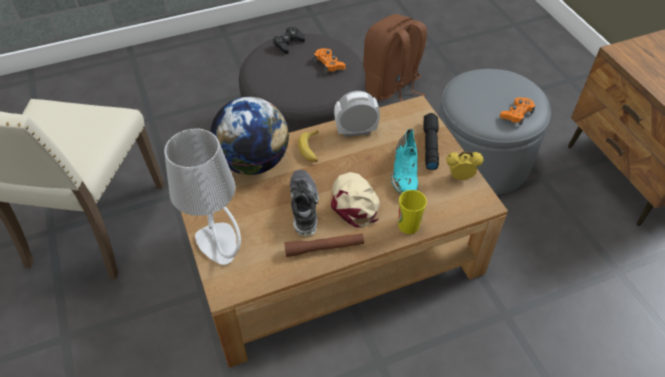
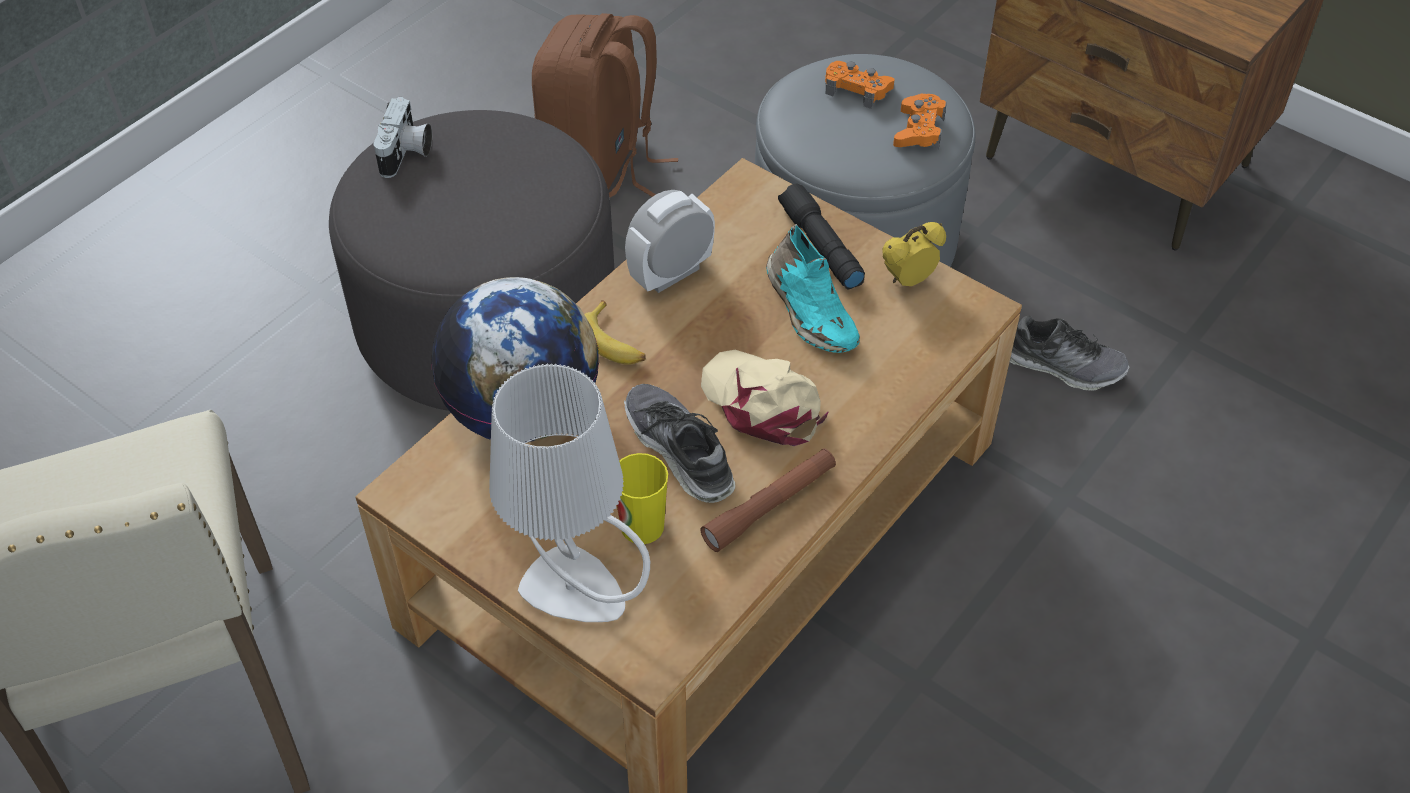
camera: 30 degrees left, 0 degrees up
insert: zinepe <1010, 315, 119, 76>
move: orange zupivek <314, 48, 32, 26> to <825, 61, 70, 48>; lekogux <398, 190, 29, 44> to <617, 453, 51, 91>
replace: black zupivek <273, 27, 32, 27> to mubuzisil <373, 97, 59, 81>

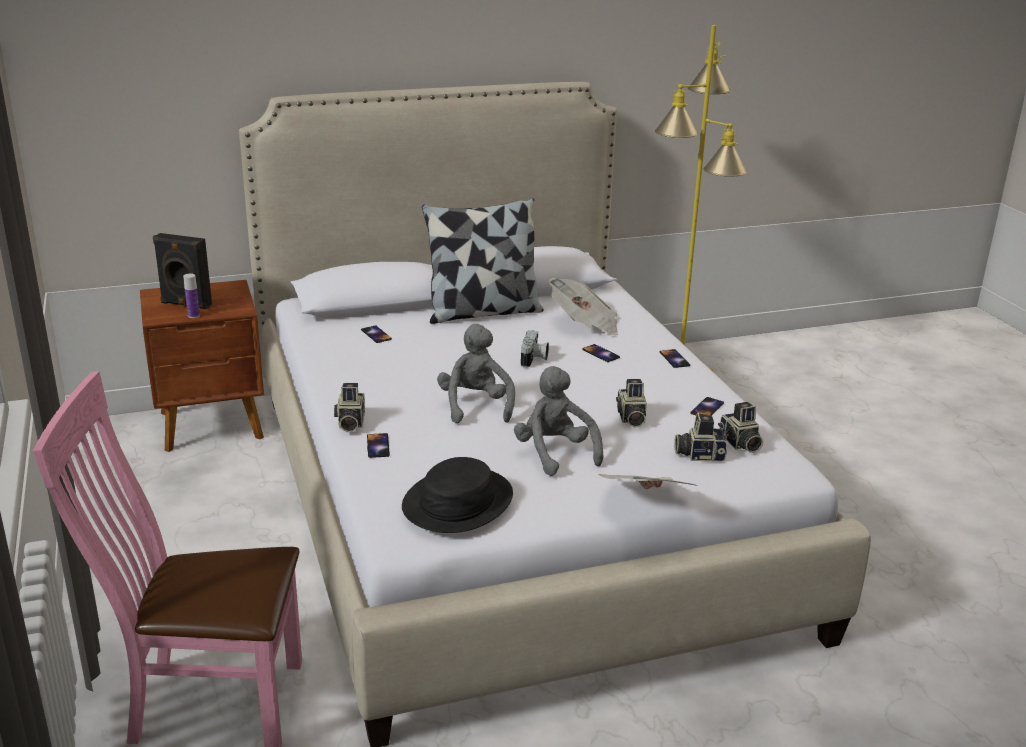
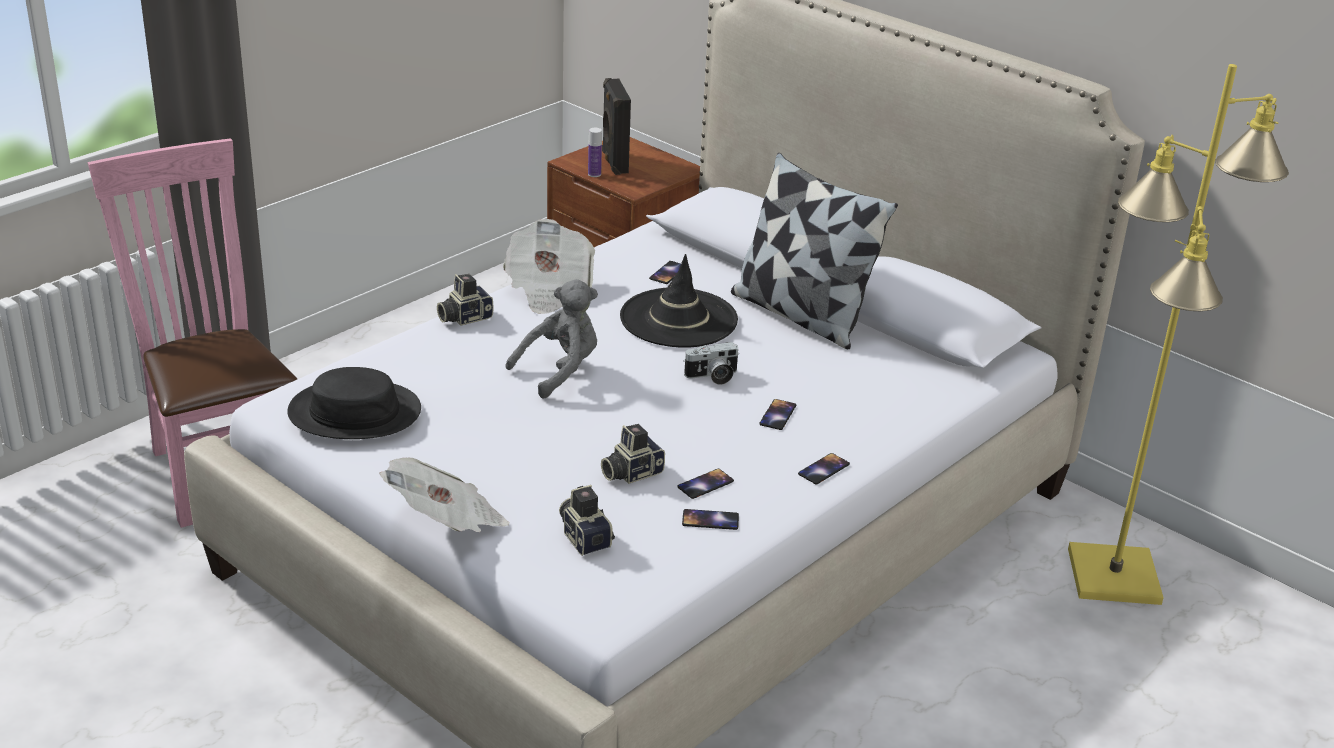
camera: 60 degrees right, 5 degrees up
delete: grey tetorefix <514, 366, 89, 110>; mubuzisil <718, 402, 45, 51>
insert: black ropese <620, 254, 118, 94>
move: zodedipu <367, 433, 23, 25> to <677, 469, 57, 30>; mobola <549, 278, 69, 57> to <503, 219, 92, 95>

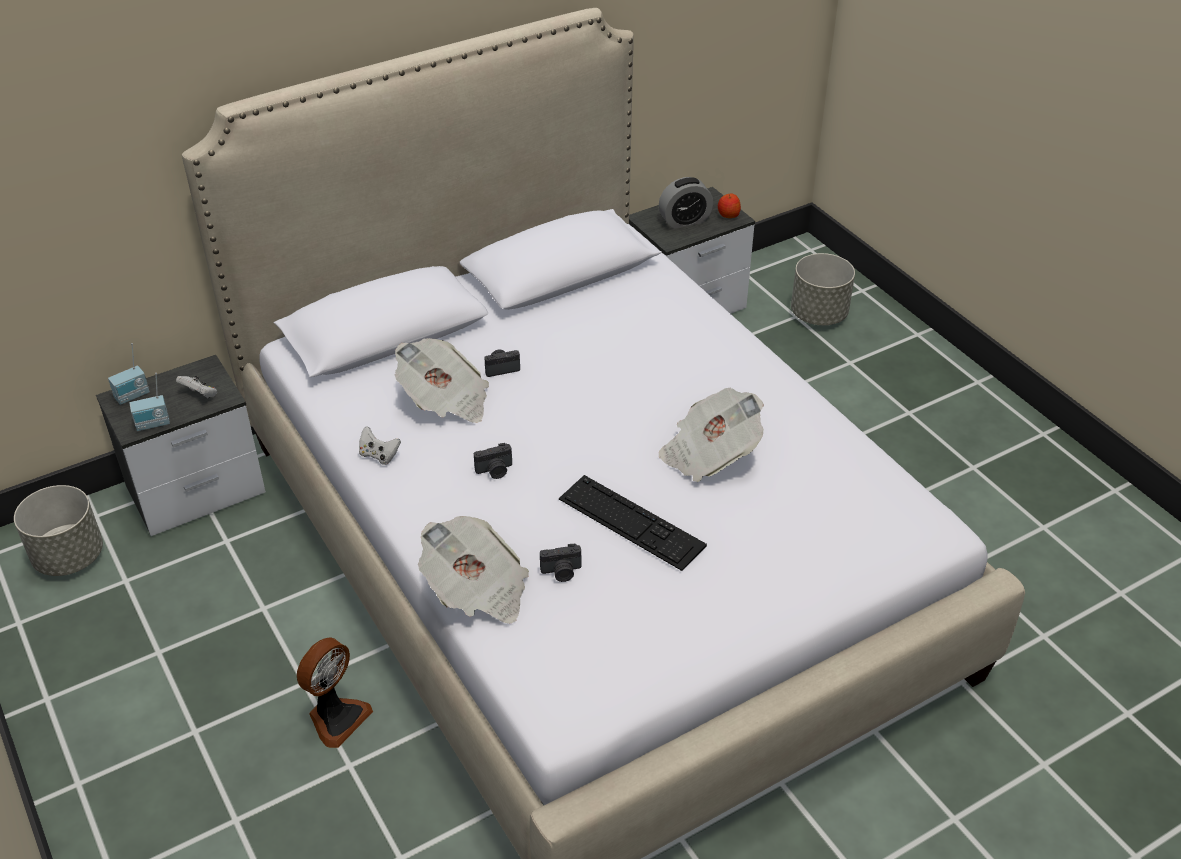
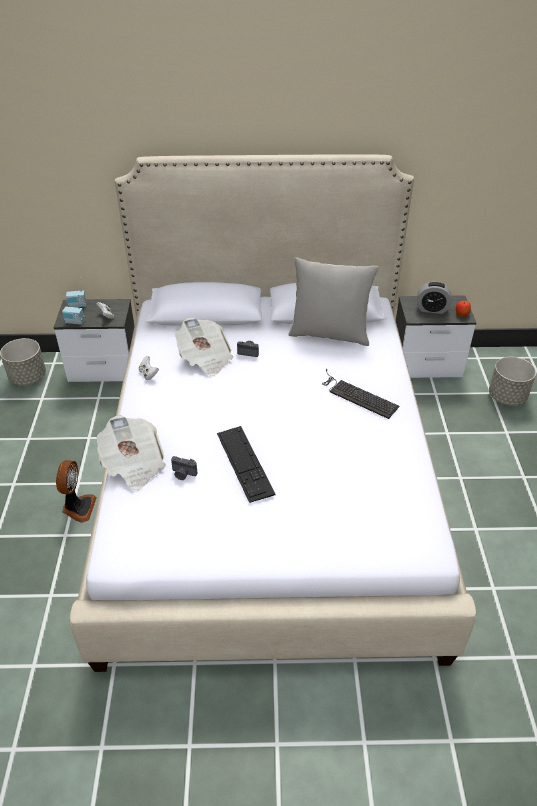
camera: 30 degrees right, 0 degrees up
delete: mubuzisil <474, 443, 38, 36>; mobola <659, 388, 105, 94>
insert: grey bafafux <288, 257, 91, 89>; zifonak <322, 369, 77, 50>
rotate: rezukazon <297, 638, 76, 110> = <56, 460, 41, 63> 60 degrees counterclockwise

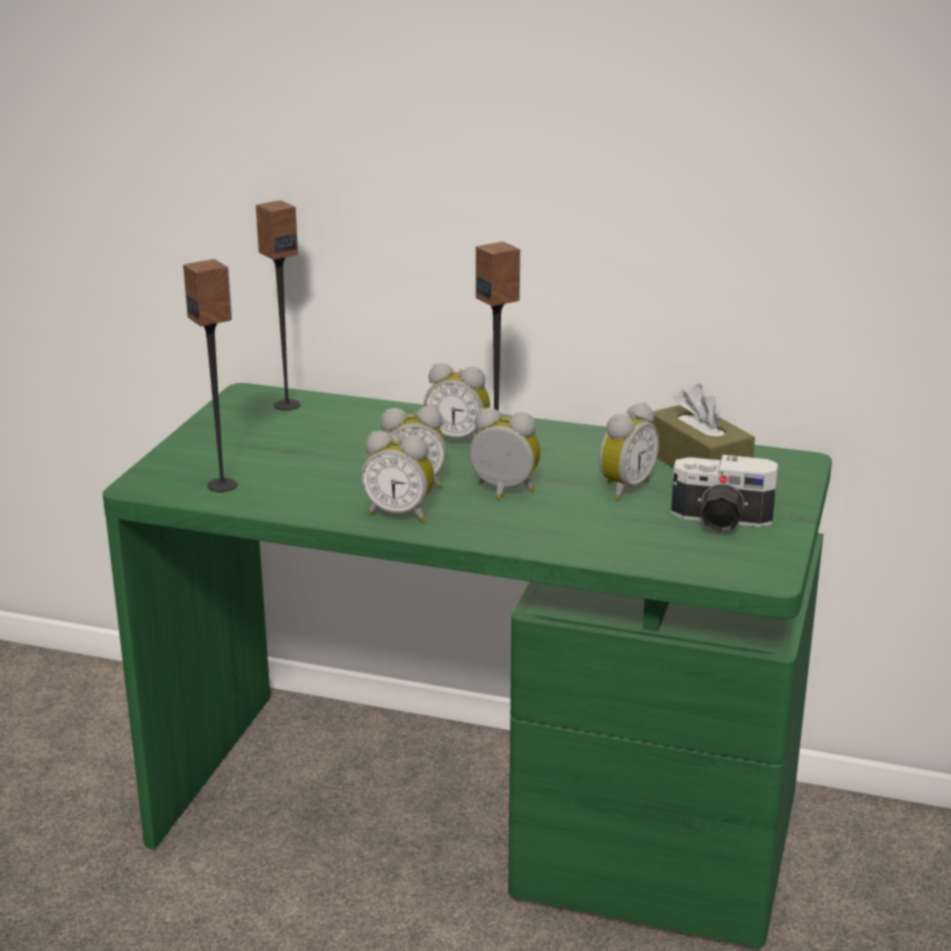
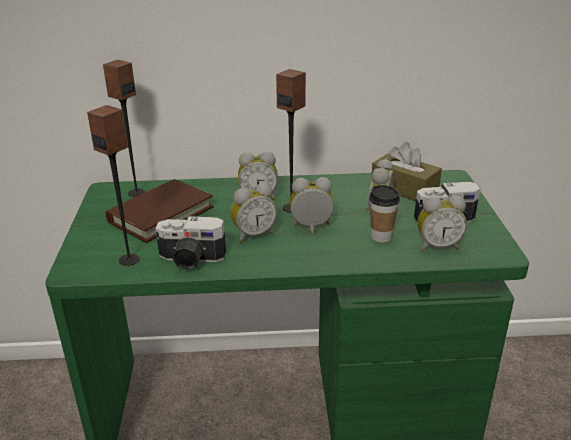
camera: 20 degrees left, 5 degrees up
insert: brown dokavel <106, 179, 108, 64>; mubuzisil <155, 216, 71, 55>; lekogux <369, 185, 31, 58>
move: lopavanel <361, 431, 73, 91> to <418, 195, 49, 56>

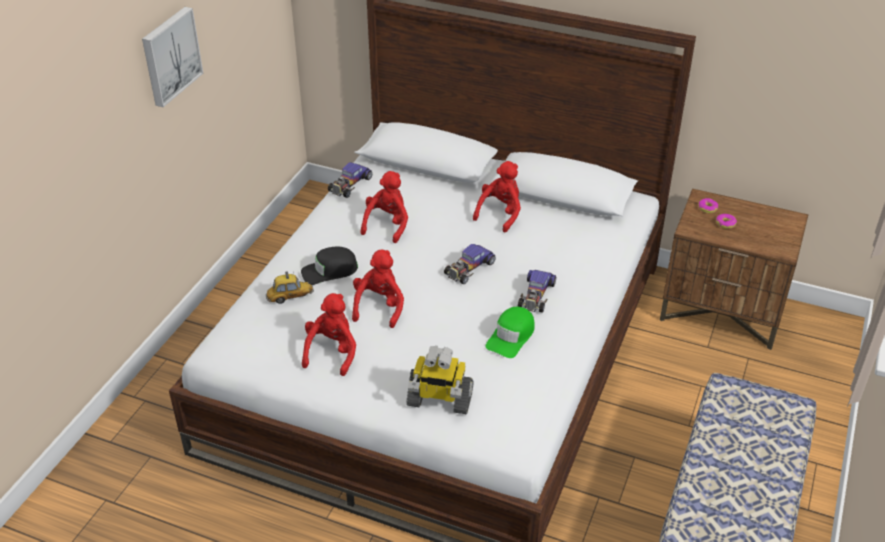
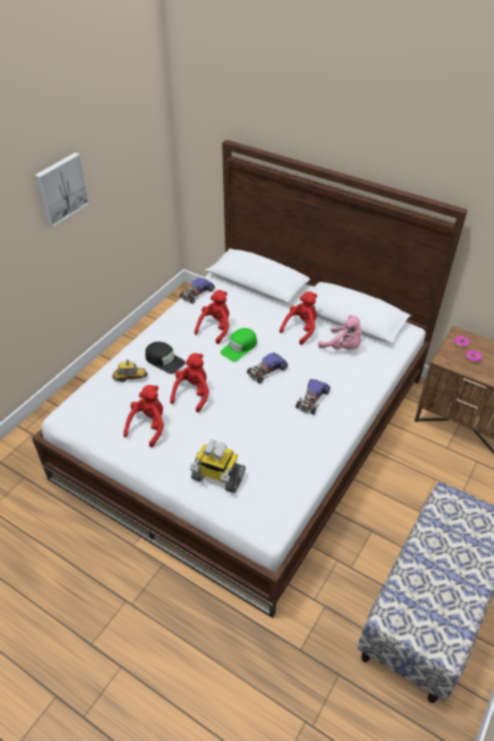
camera: 10 degrees right, 5 degrees up
insert: pink tetorefix <318, 315, 44, 34>
move: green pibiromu <486, 307, 49, 51> to <220, 328, 37, 34>
rotate: black pibiromu <301, 247, 57, 38> = <145, 342, 40, 32> 135 degrees counterclockwise

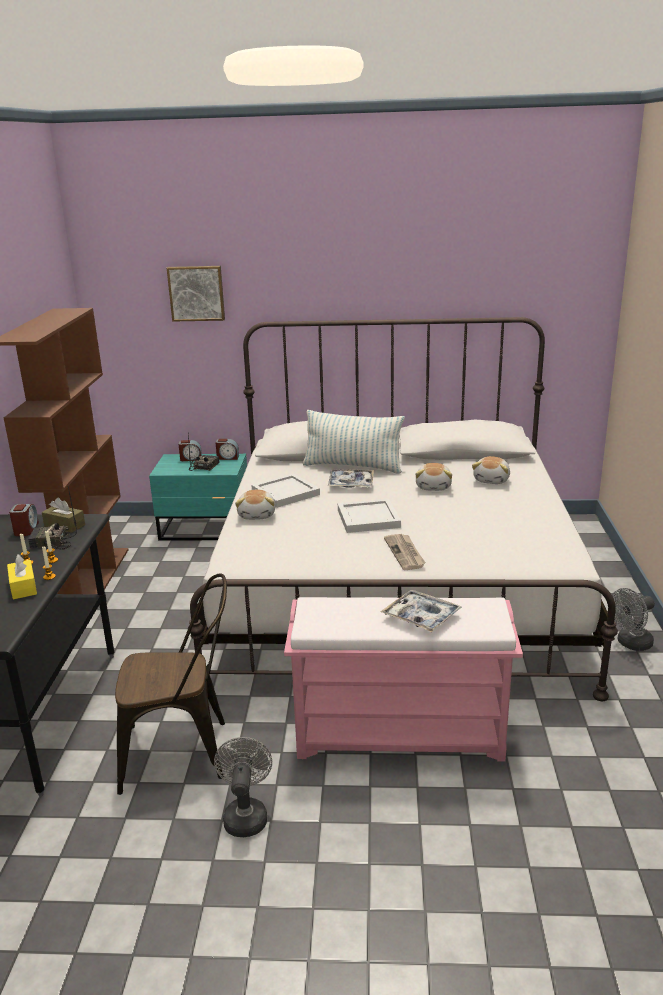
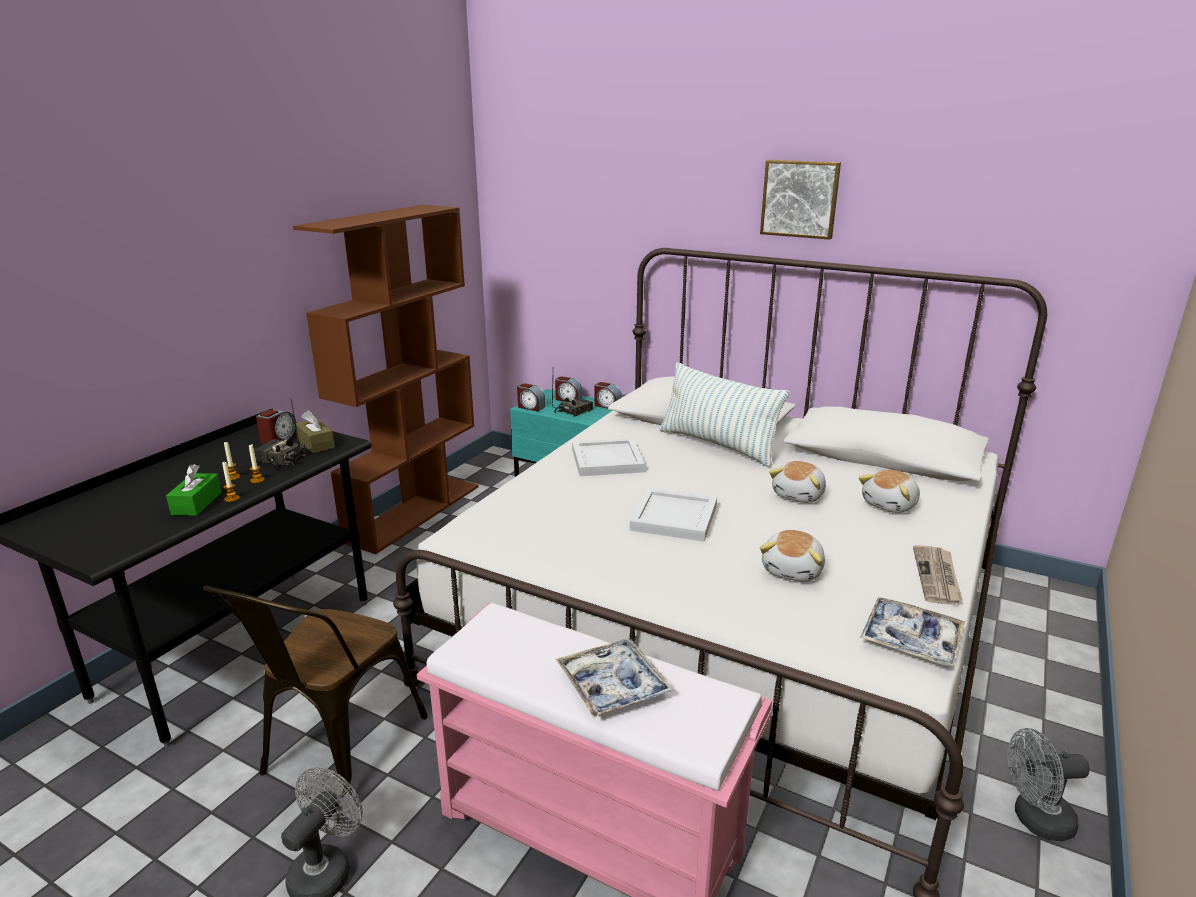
camera: 25 degrees right, 0 degrees up
insert: lopavanel <517, 383, 28, 29>
move: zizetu <167, 266, 58, 56> to <760, 160, 81, 80>; tetorefix <235, 490, 40, 30> to <760, 530, 65, 52>; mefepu <328, 469, 46, 19> to <860, 597, 105, 69>; mobola <384, 534, 42, 36> to <913, 545, 50, 60>
recolor: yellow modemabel <7, 554, 30, 45> to green modemabel <166, 464, 56, 52>
rotate: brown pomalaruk <115, 573, 112, 222> = <203, 586, 225, 209> 90 degrees clockwise

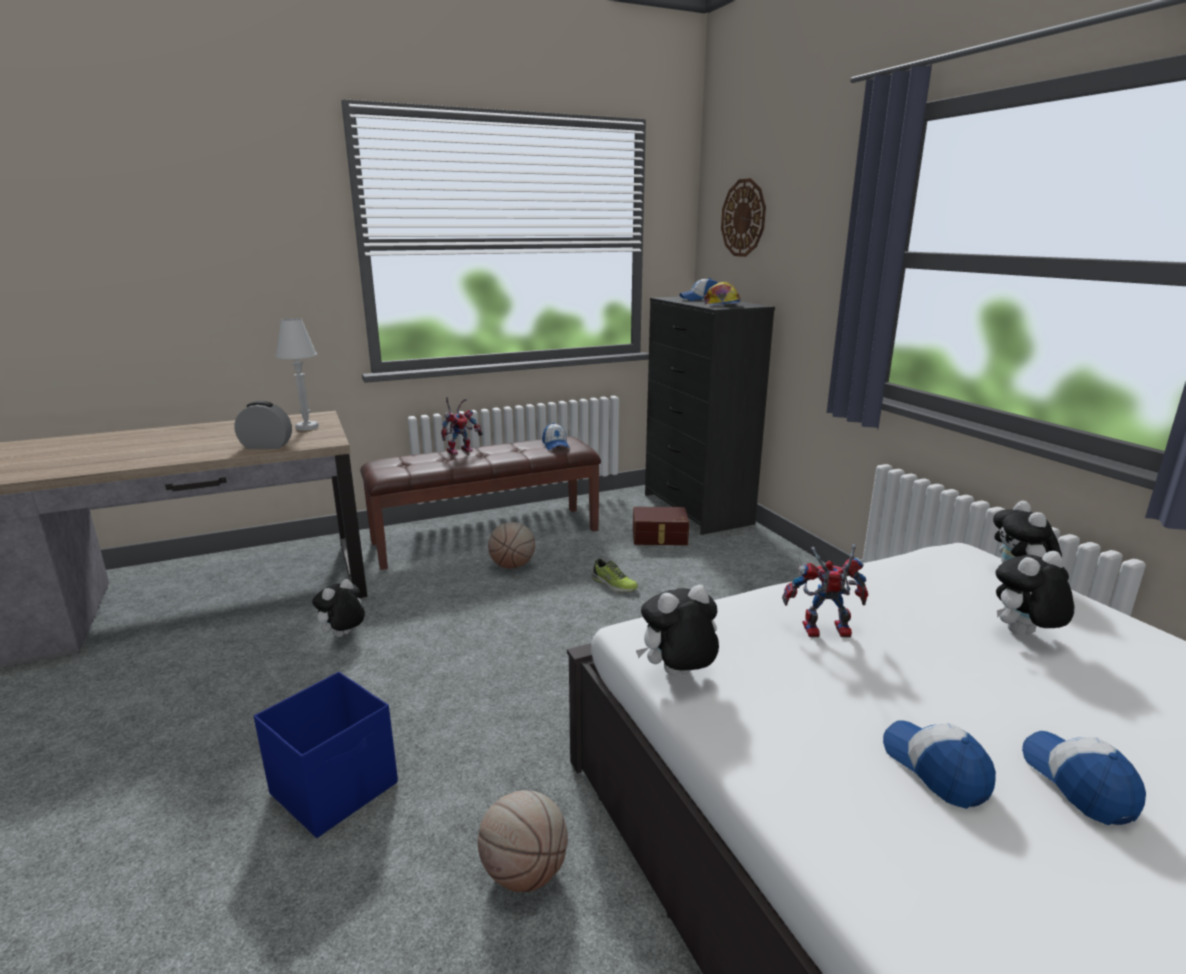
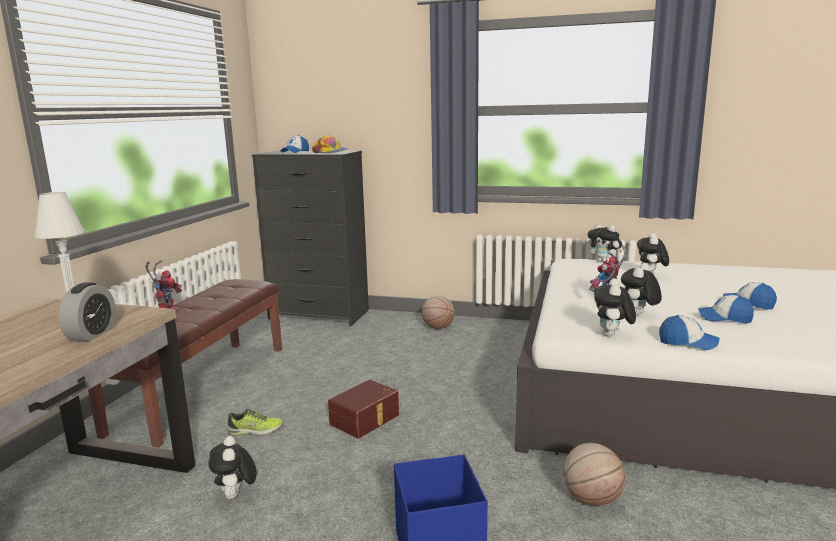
camera: 50 degrees left, 5 degrees down
delete: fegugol <721, 178, 45, 79>
insert: tetorefix <621, 263, 41, 52>
move: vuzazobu <488, 522, 47, 46> to <422, 296, 33, 33>; pibiromu <542, 423, 28, 27> to <659, 315, 61, 35>; zinepe <591, 558, 47, 34> to <227, 409, 55, 27>; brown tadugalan <633, 507, 56, 38> to <328, 380, 71, 59>
rotate: lopavanel <234, 401, 58, 48> = <58, 282, 58, 60> 150 degrees clockwise

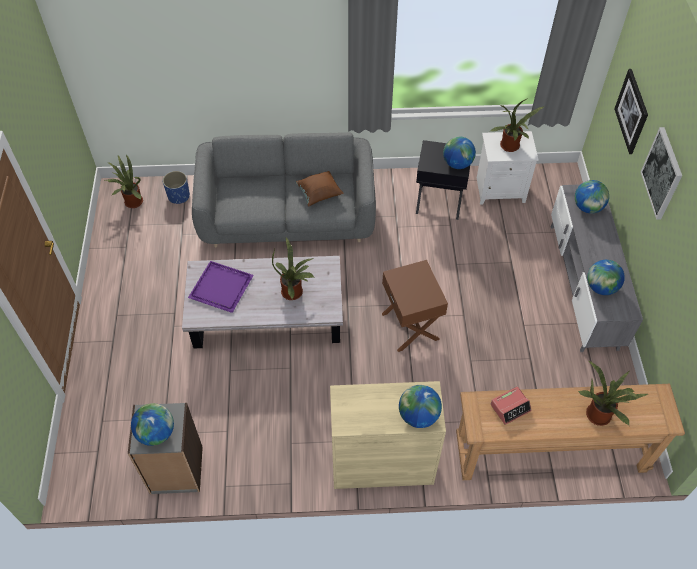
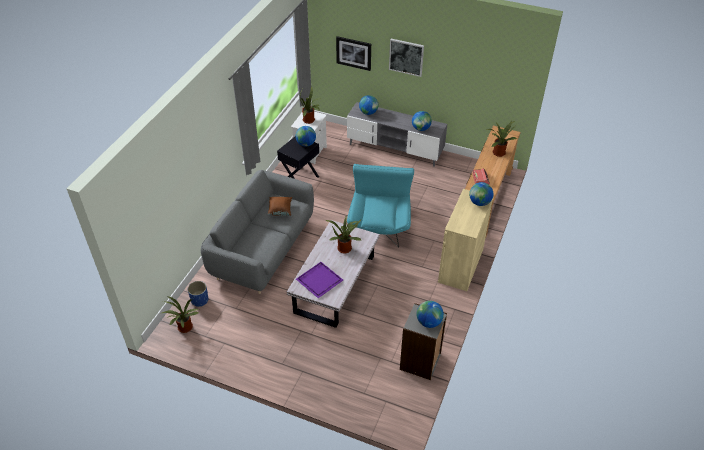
camera: 65 degrees left, 10 degrees down
replace: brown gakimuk <382, 260, 66, 92> to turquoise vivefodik <347, 164, 67, 84>

